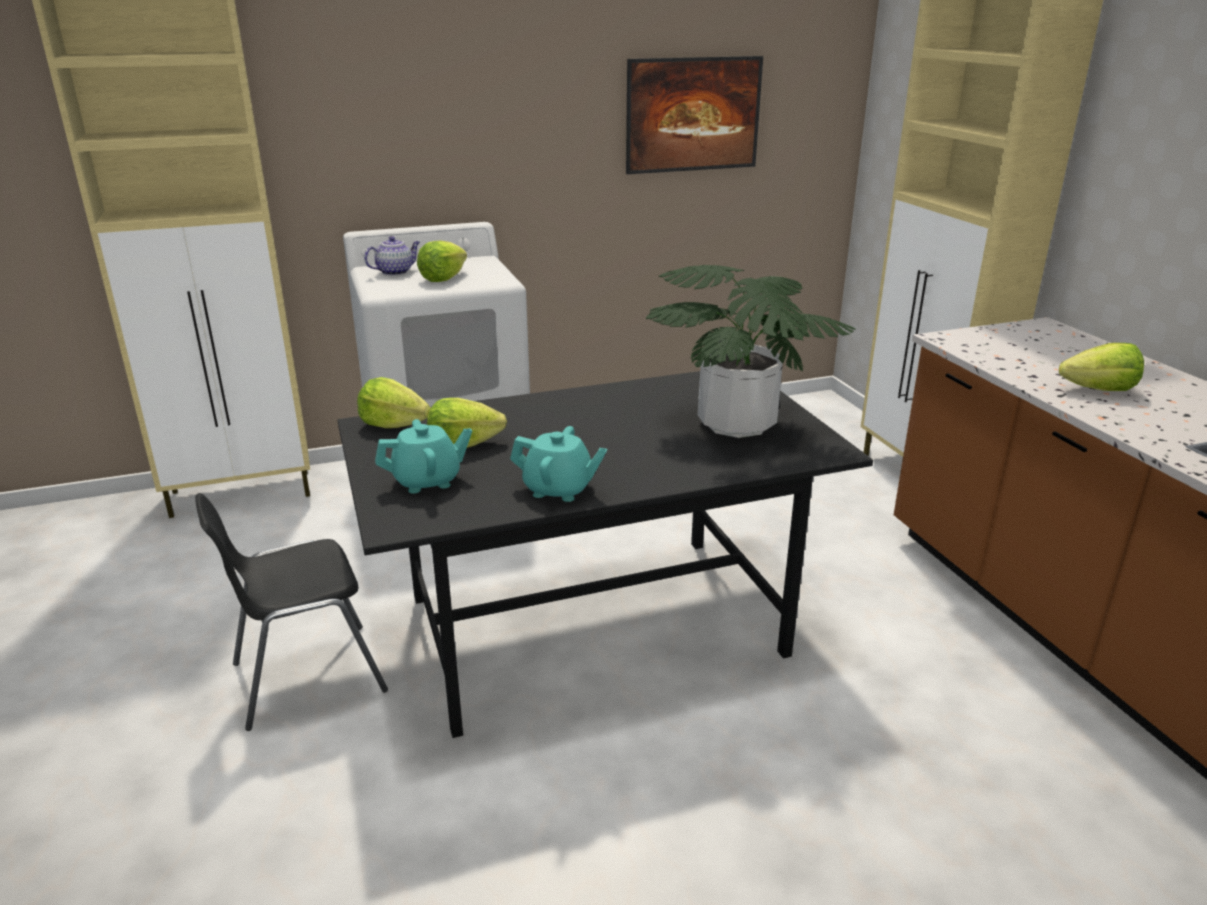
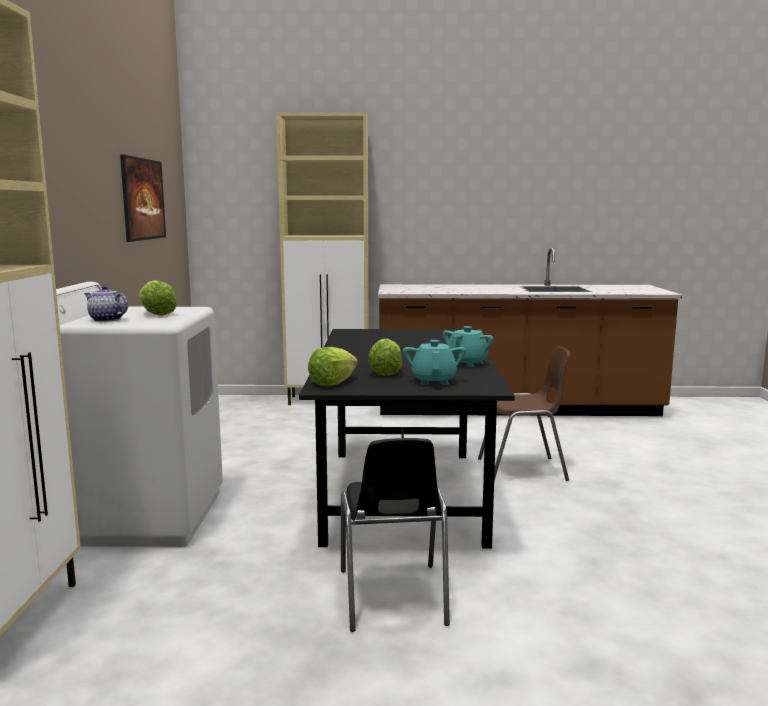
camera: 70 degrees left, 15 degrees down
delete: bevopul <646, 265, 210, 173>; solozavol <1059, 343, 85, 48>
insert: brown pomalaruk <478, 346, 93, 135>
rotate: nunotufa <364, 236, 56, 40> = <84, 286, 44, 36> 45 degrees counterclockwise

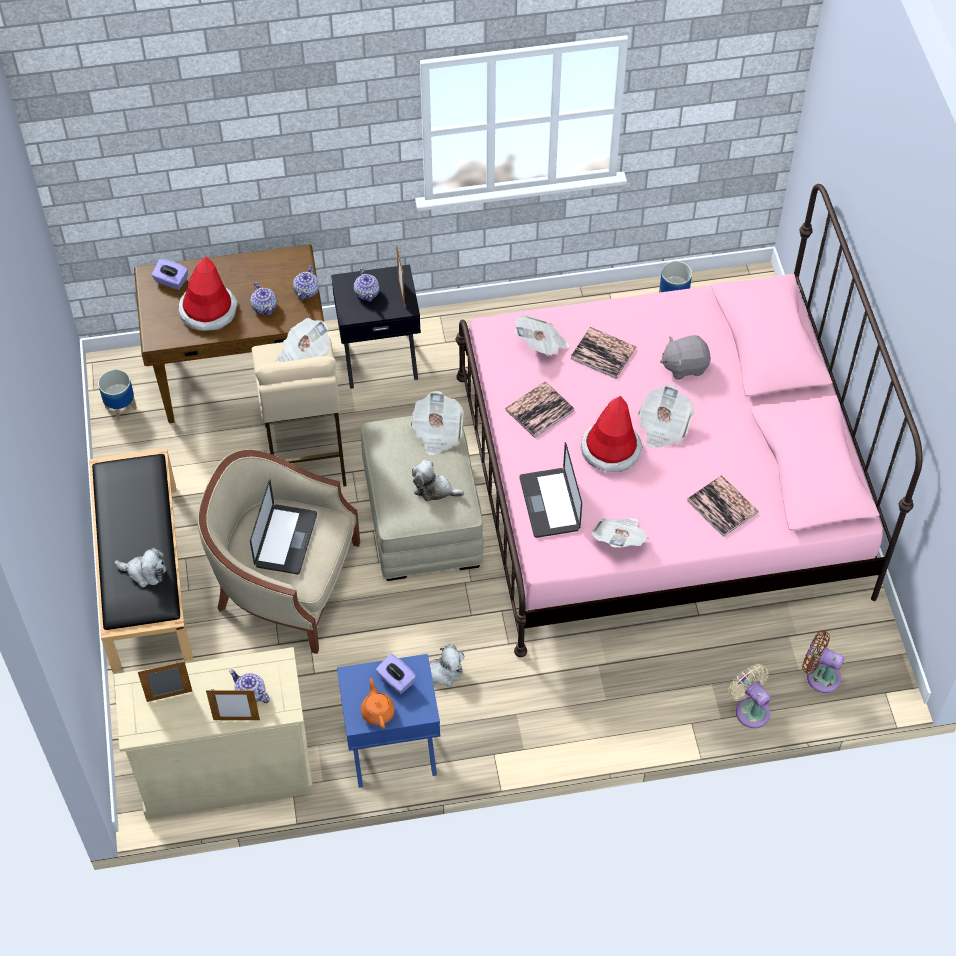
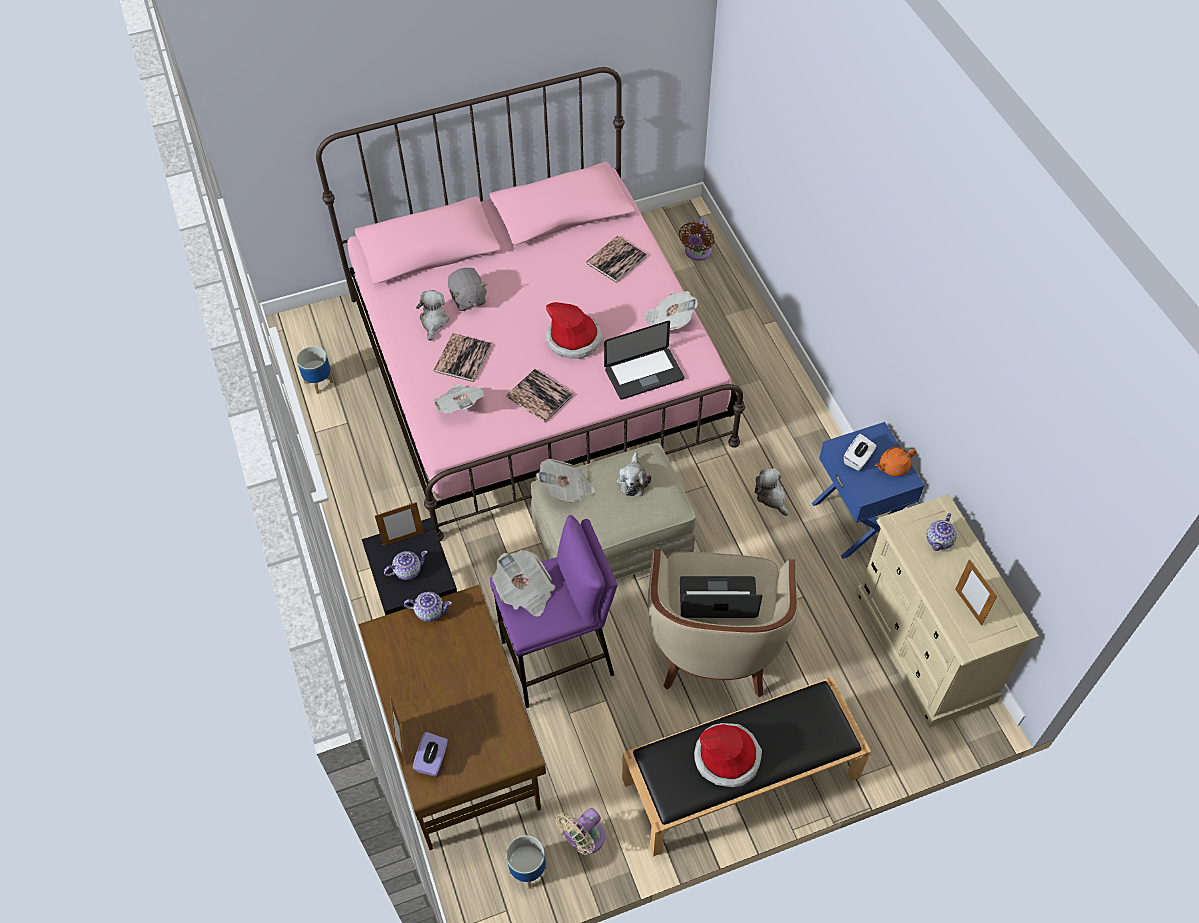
camera: 100 degrees left, 0 degrees up
delete: nunotufa <250, 282, 27, 33>; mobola <639, 385, 55, 63>
move: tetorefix <114, 548, 52, 40> to <416, 290, 33, 51>; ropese <179, 257, 59, 74> to <694, 723, 68, 64>; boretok <206, 689, 54, 31> to <390, 696, 14, 70>; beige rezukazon <728, 664, 43, 64> to <555, 808, 50, 47>
recolor: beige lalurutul <251, 337, 96, 150> to purple lalurutul <490, 515, 128, 193>; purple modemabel <376, 653, 40, 41> to white modemabel <844, 434, 32, 37>

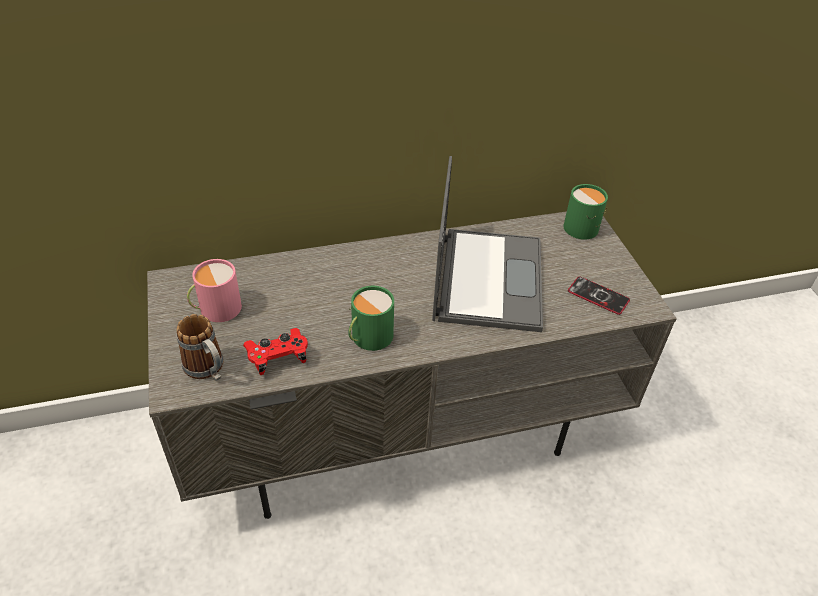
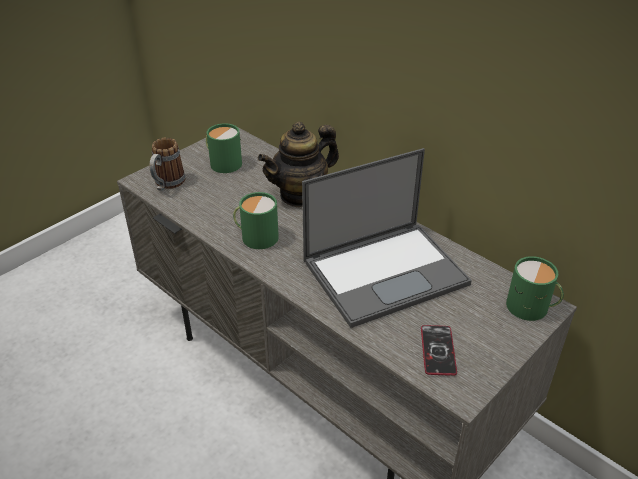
camera: 60 degrees right, 5 degrees down
delete: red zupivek <243, 328, 65, 47>
insert: nunotufa <258, 122, 81, 85>
recolor: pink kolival <187, 259, 55, 63> to green kolival <206, 123, 36, 50>

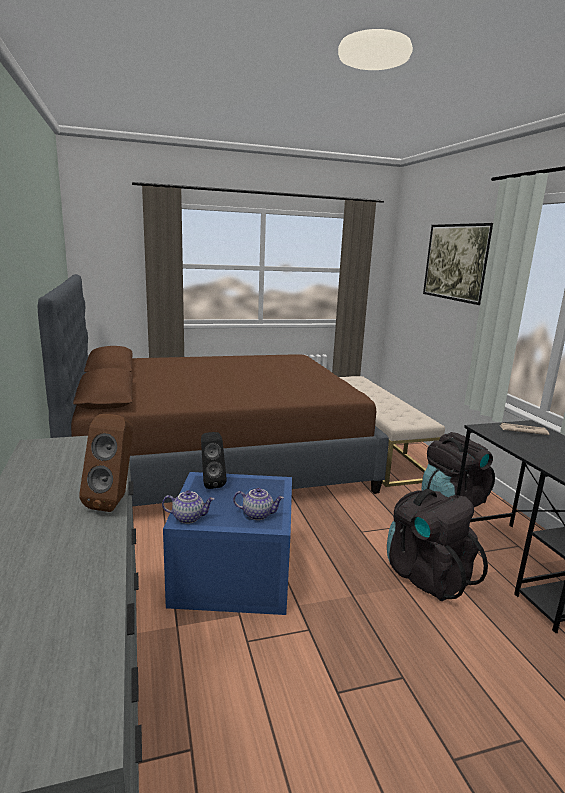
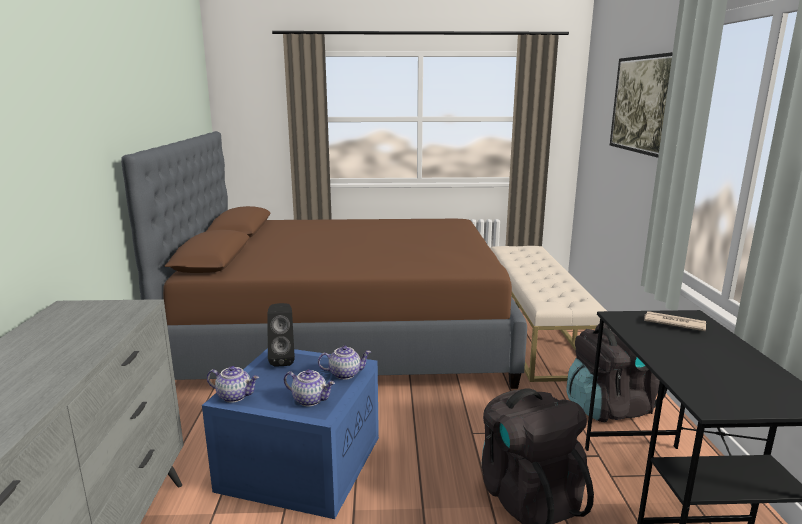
camera: 15 degrees right, 0 degrees up
delete: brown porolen <79, 414, 54, 98>
insert: nunotufa <318, 346, 53, 34>

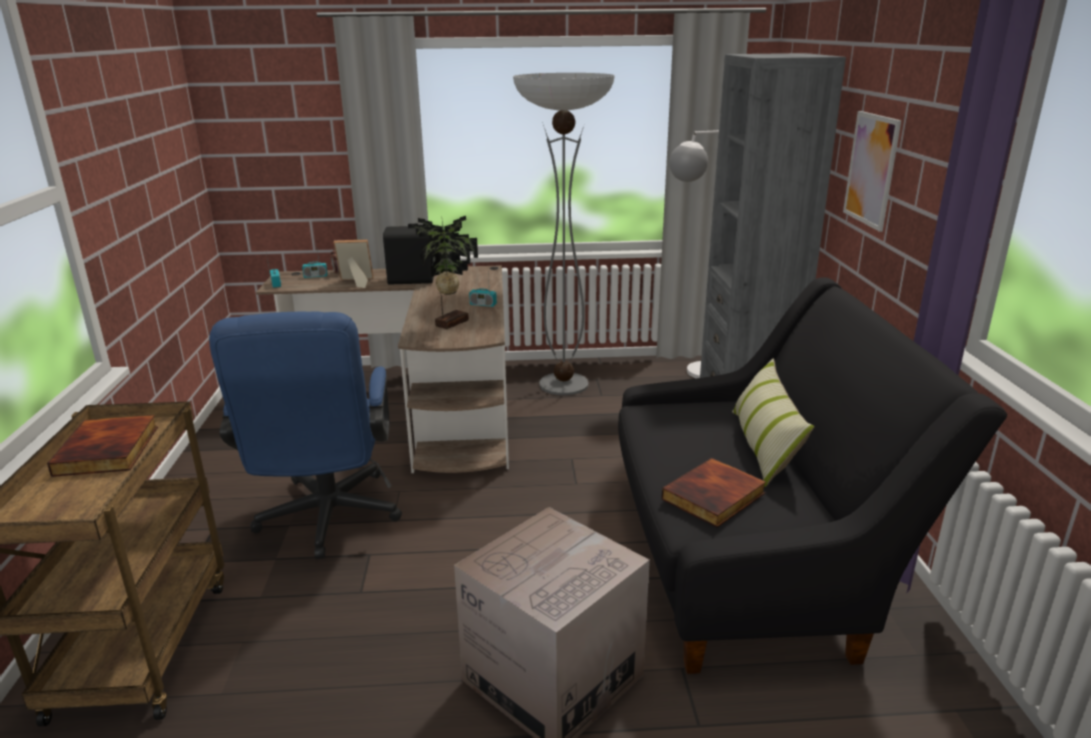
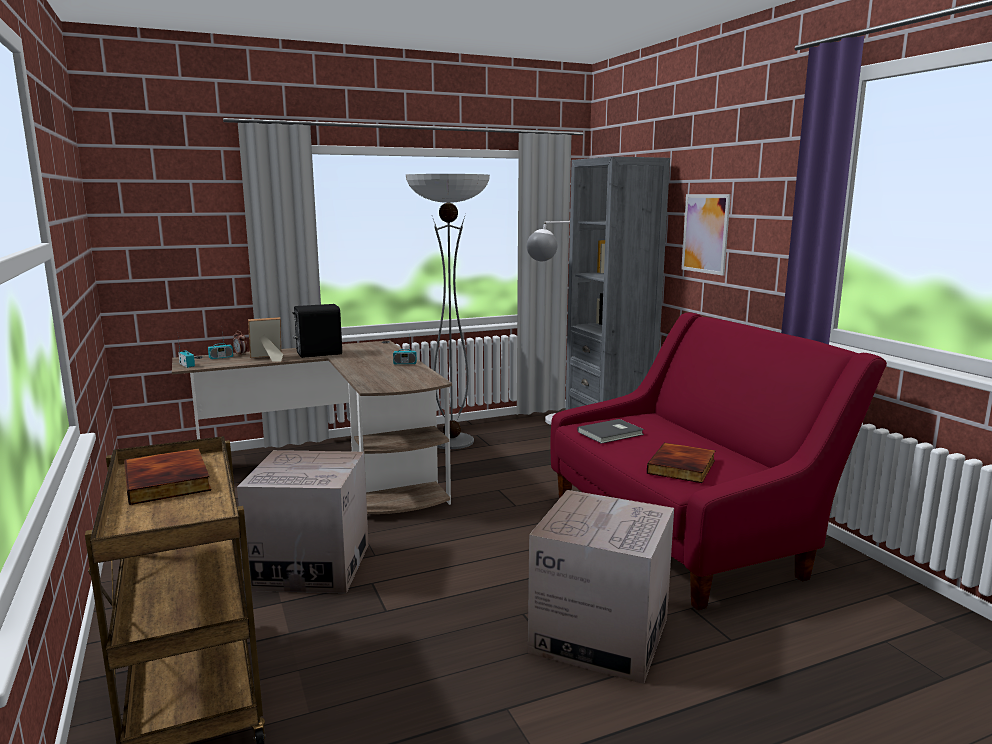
camera: 20 degrees left, 10 degrees down
delete: bevopul <408, 216, 70, 113>; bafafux <732, 359, 83, 128>
insert: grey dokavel <577, 419, 67, 25>
replace: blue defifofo <209, 312, 193, 247> to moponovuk <237, 450, 132, 143>
recolor: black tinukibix <618, 277, 389, 397> to red tinukibix <550, 312, 337, 298>

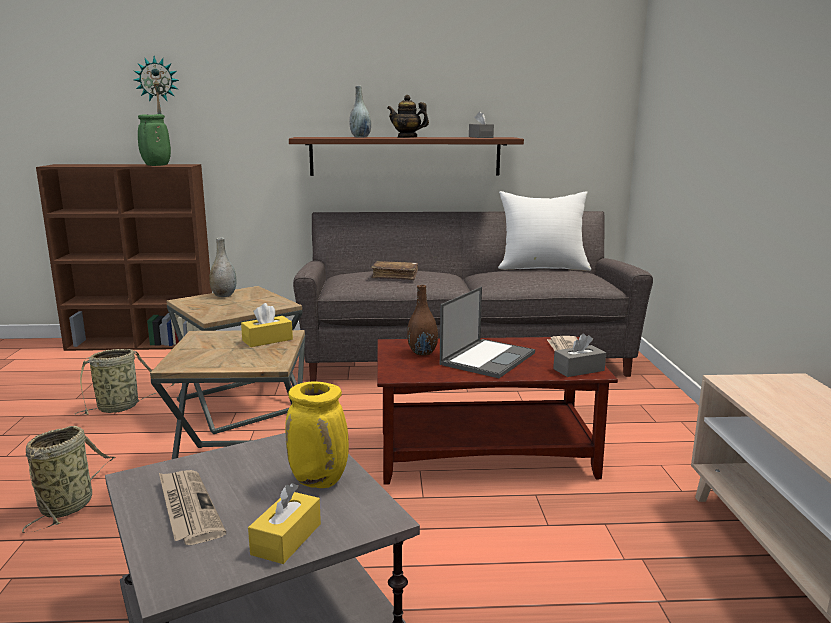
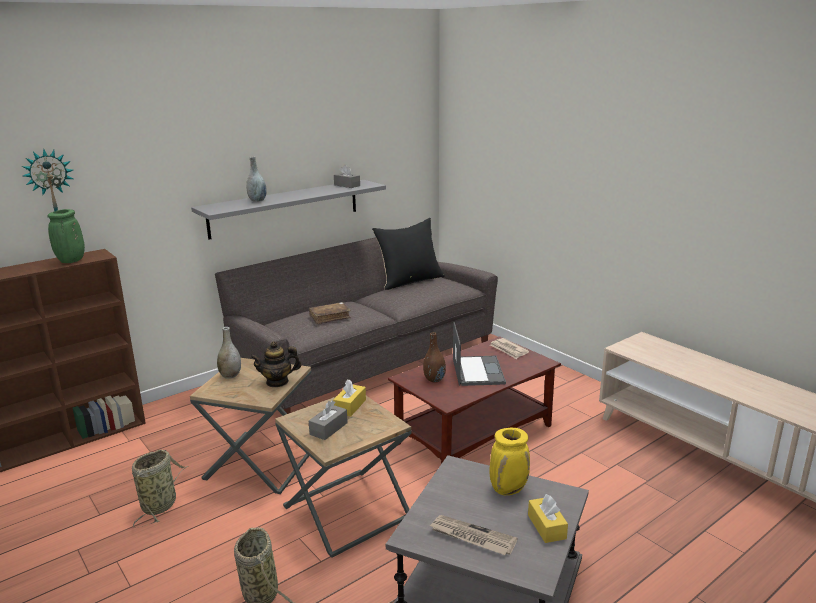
camera: 35 degrees left, 5 degrees up
move: nunotufa <387, 95, 42, 43> to <250, 342, 51, 45>; grey modemabel <553, 334, 53, 43> to <309, 401, 39, 39>
recolor: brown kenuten <289, 137, 235, 39> to grey kenuten <191, 180, 195, 60>; white bafafux <498, 191, 93, 80> to black bafafux <372, 218, 73, 72>

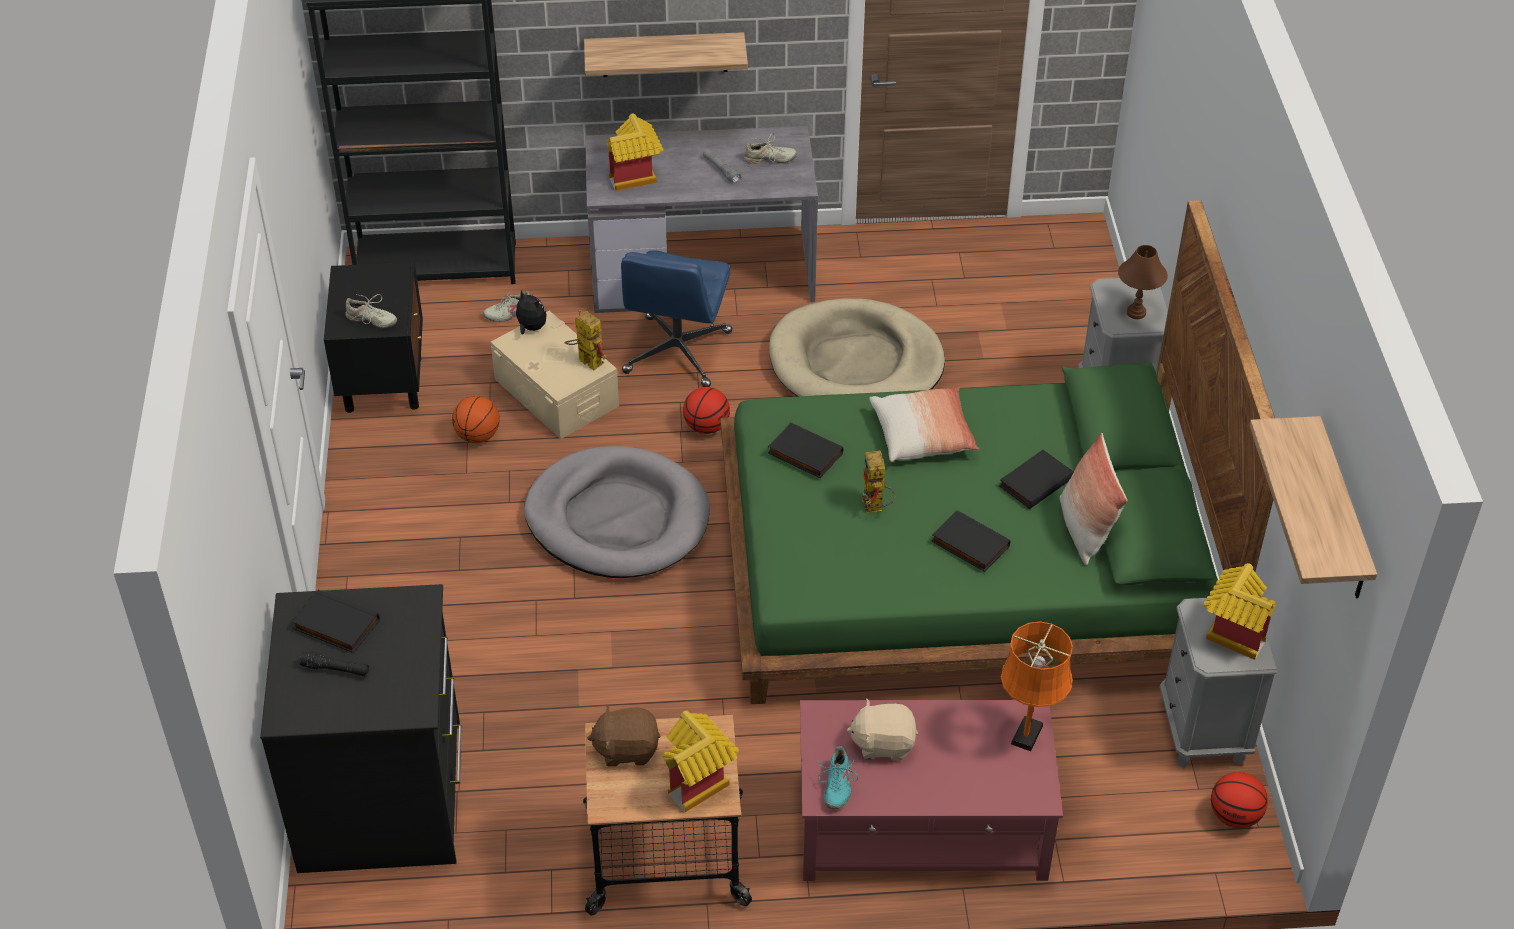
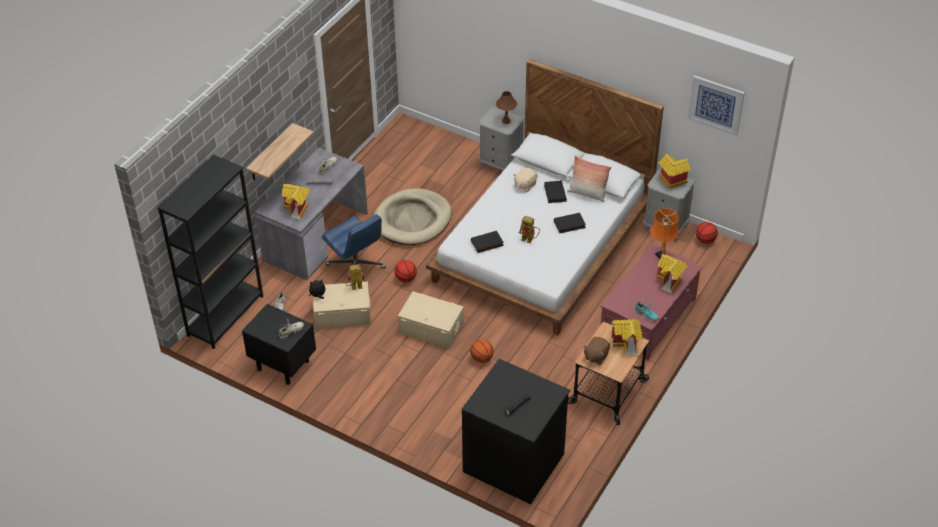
camera: 55 degrees left, 0 degrees up
delete: black dokavel <292, 590, 88, 63>; bafafux <869, 387, 110, 75>
insert: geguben <657, 254, 30, 39>
move: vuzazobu <452, 396, 48, 47> to <470, 339, 24, 24>; beige tetorefix <847, 699, 71, 62> to <513, 167, 25, 25>
replace: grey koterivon <524, 446, 186, 132> to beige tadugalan <398, 291, 66, 58>; kenuten <1249, 416, 128, 182> to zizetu <687, 75, 58, 61>
recolor: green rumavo <721, 200, 554, 504> to white rumavo <426, 59, 238, 276>

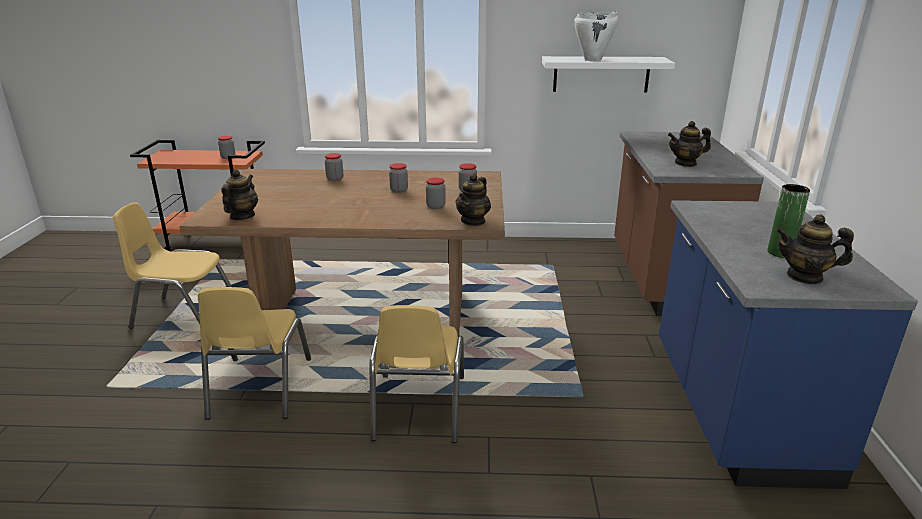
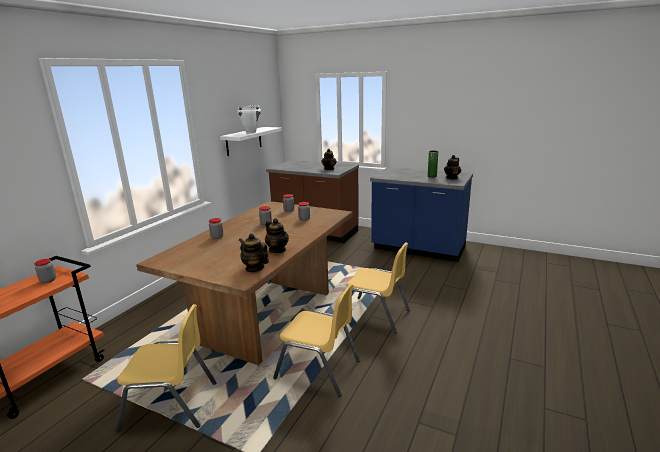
camera: 65 degrees left, 5 degrees down
move: nunotufa <456, 174, 35, 52> to <265, 218, 24, 35>
rotate: yellow pomalaruk <113, 202, 119, 127> = <116, 304, 100, 128> 120 degrees counterclockwise

